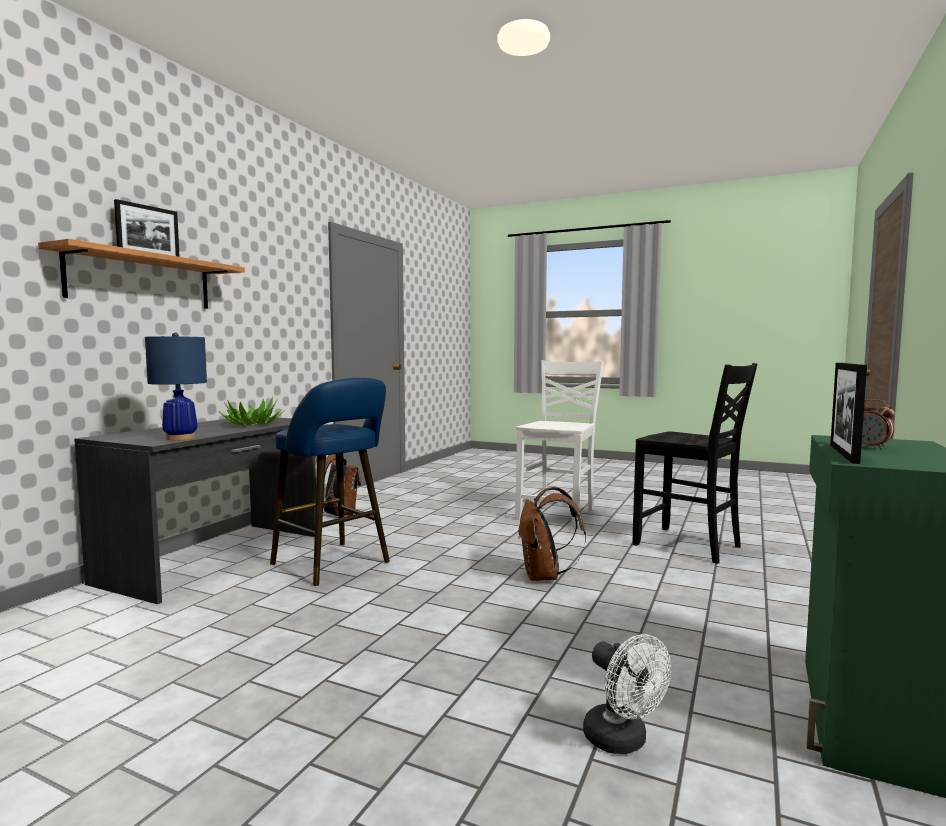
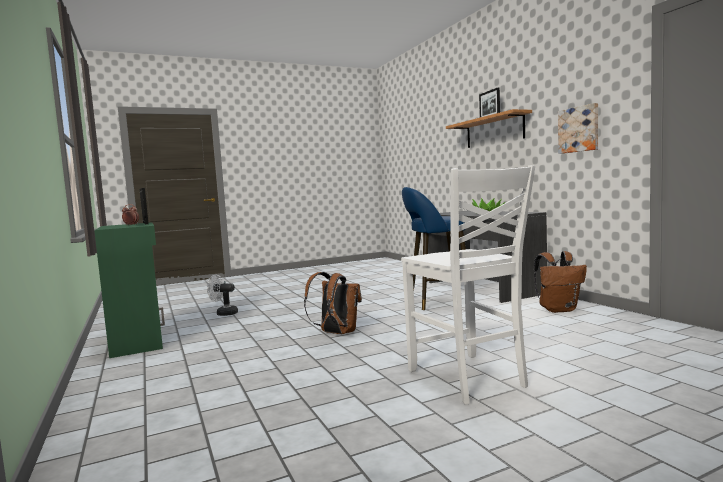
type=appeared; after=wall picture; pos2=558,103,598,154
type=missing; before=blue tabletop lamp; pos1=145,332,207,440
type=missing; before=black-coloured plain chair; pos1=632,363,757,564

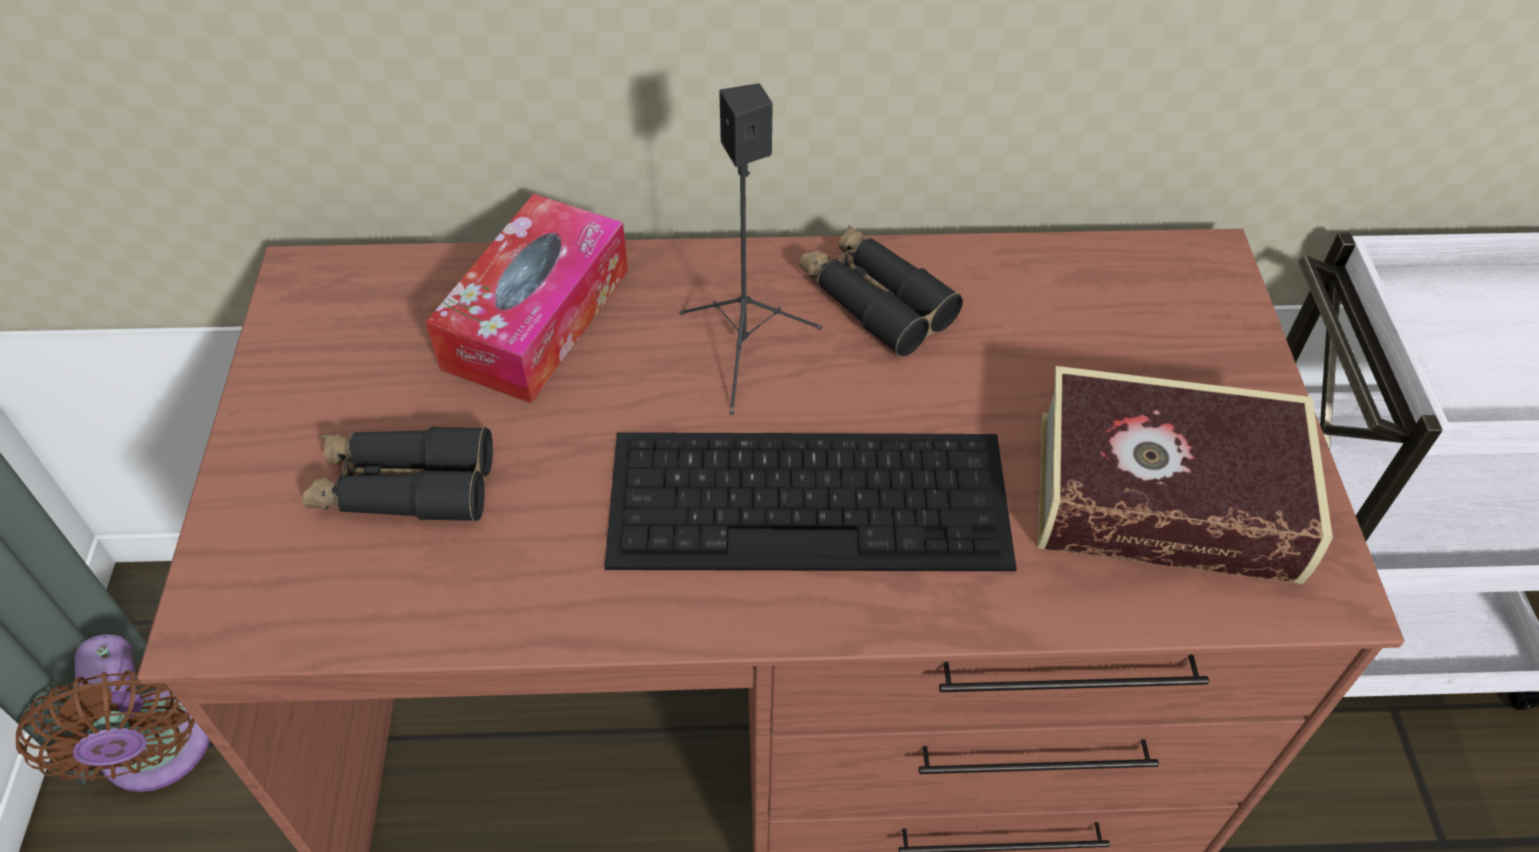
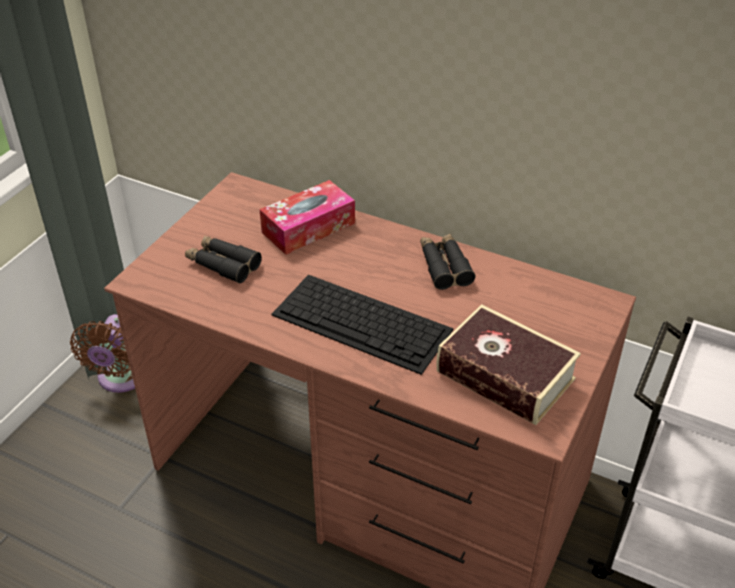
type=missing; before=black-coloured audio speaker; pos1=679,83,822,415

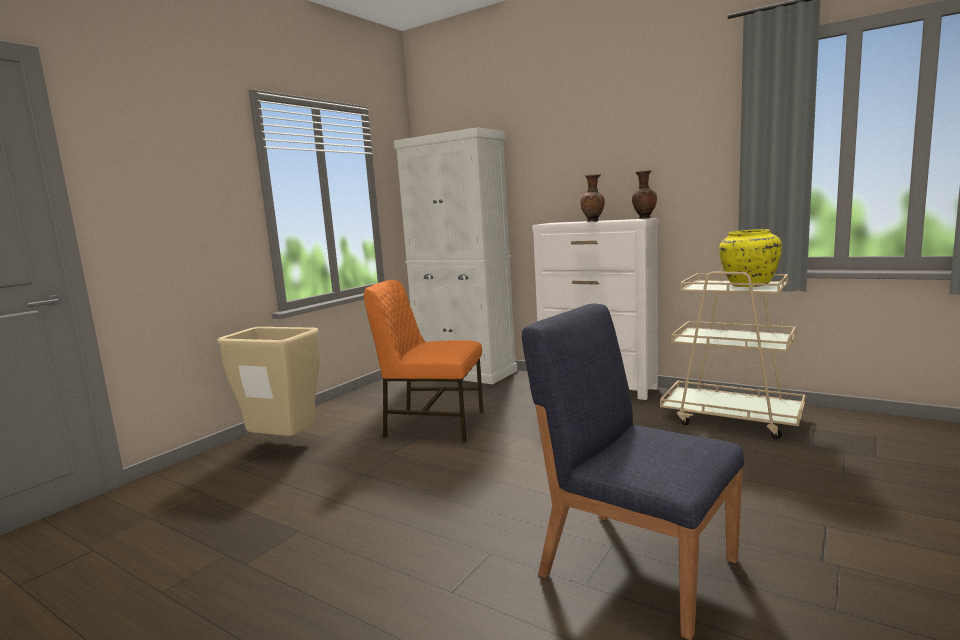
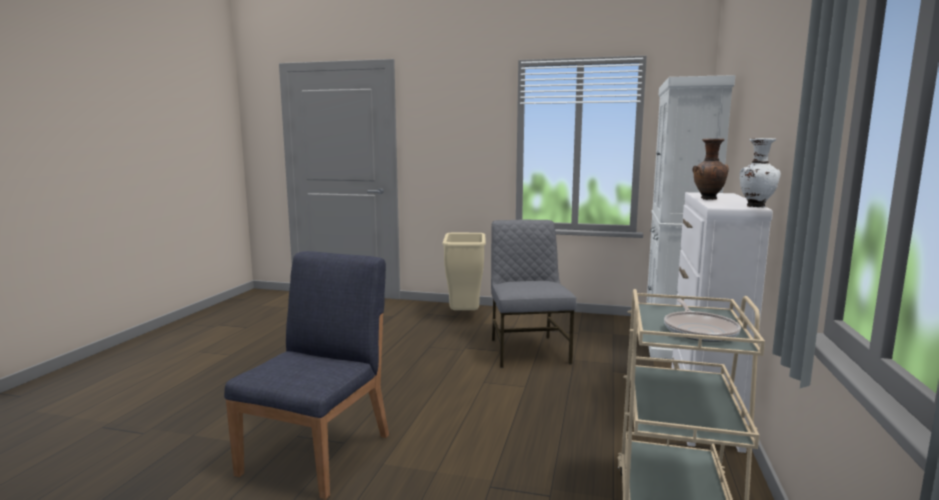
type=colour; before=orange plain chair; after=gray plain chair; pos1=364,280,483,442; pos2=491,220,577,368
type=exchanged; before=yellow flower vase; after=pan; pos1=719,229,782,287; pos2=664,299,741,342
type=colour; before=brown-coloured flower vase; after=white-coloured flower vase; pos1=632,170,657,219; pos2=740,138,781,208

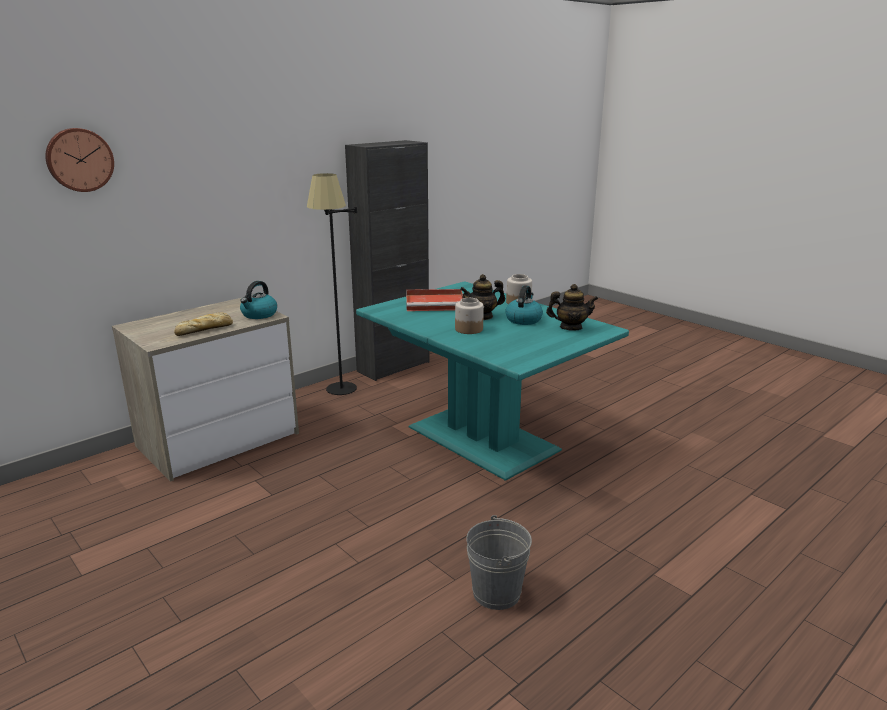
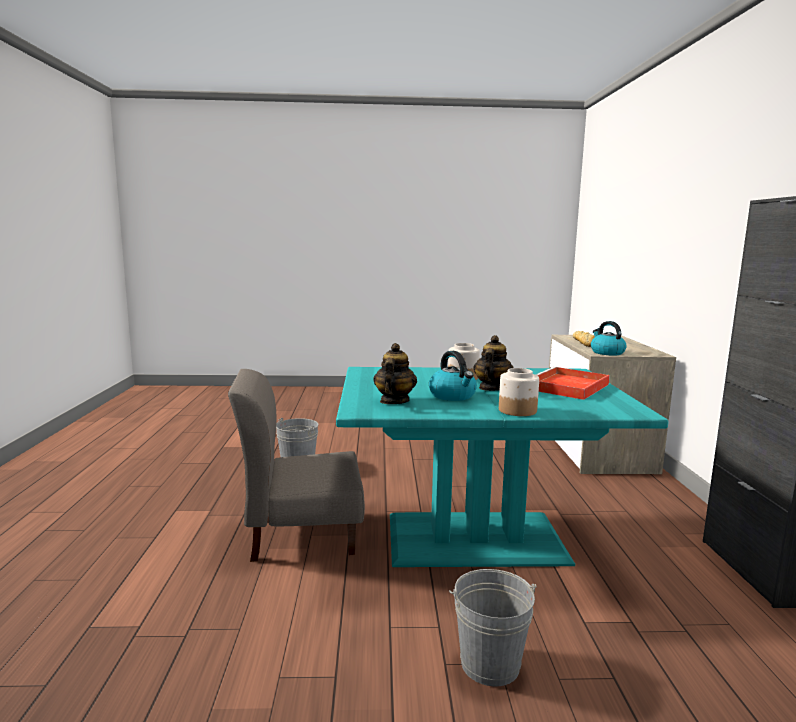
type=appeared; after=gray plain chair; pos2=228,369,365,562
type=spun; before=pot for tea; pos1=546,284,598,331; pos2=373,343,417,404; turn=150
type=appeared; after=gray bucket; pos2=449,569,537,686
type=missing; before=hanging clock; pos1=45,128,114,192
type=missing; before=black-coloured standard lamp; pos1=307,173,357,395

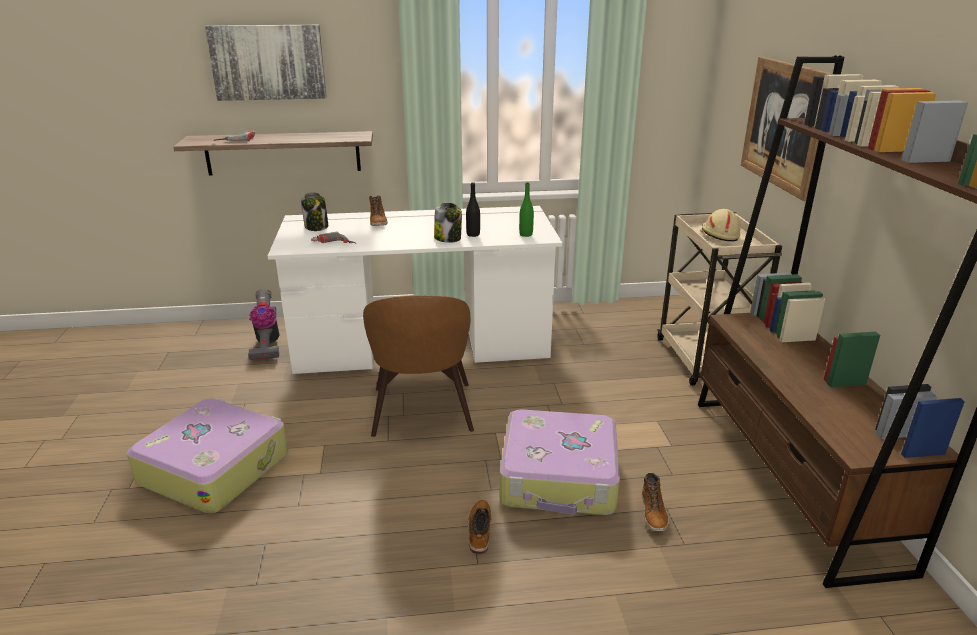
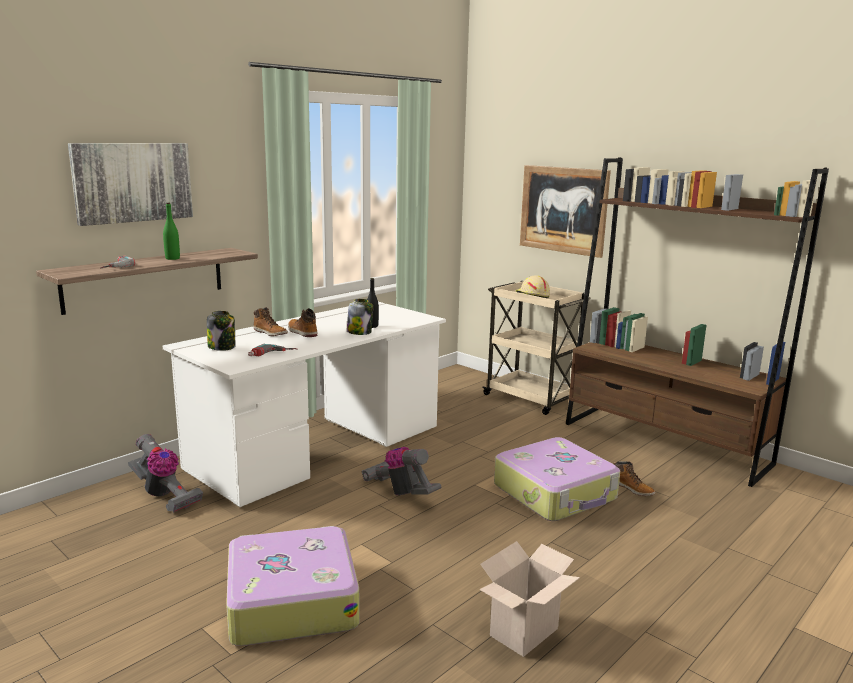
type=relocated; before=green-coloured beverage bottle; pos1=519,182,534,237; pos2=163,203,180,260
type=relocated; before=tall boot; pos1=468,500,492,554; pos2=288,308,317,337
type=exchanged; before=brown-coloured plain chair; after=vacuum cleaner; pos1=363,295,474,437; pos2=362,447,441,495
type=appeared; after=packing box; pos2=479,541,580,657

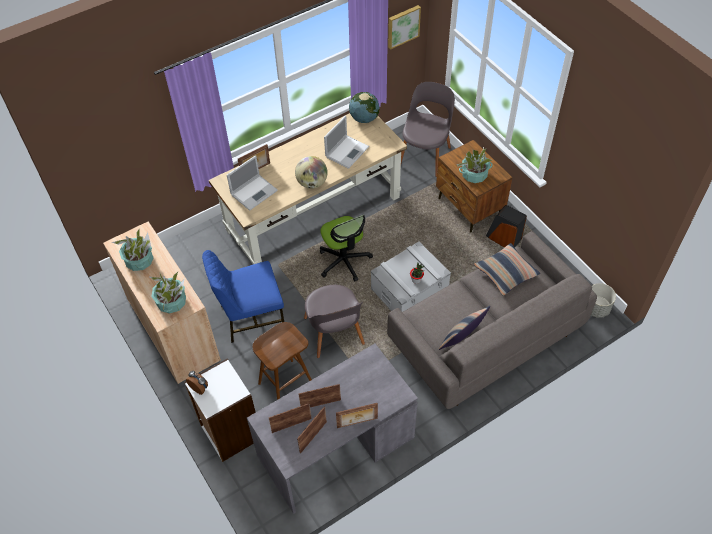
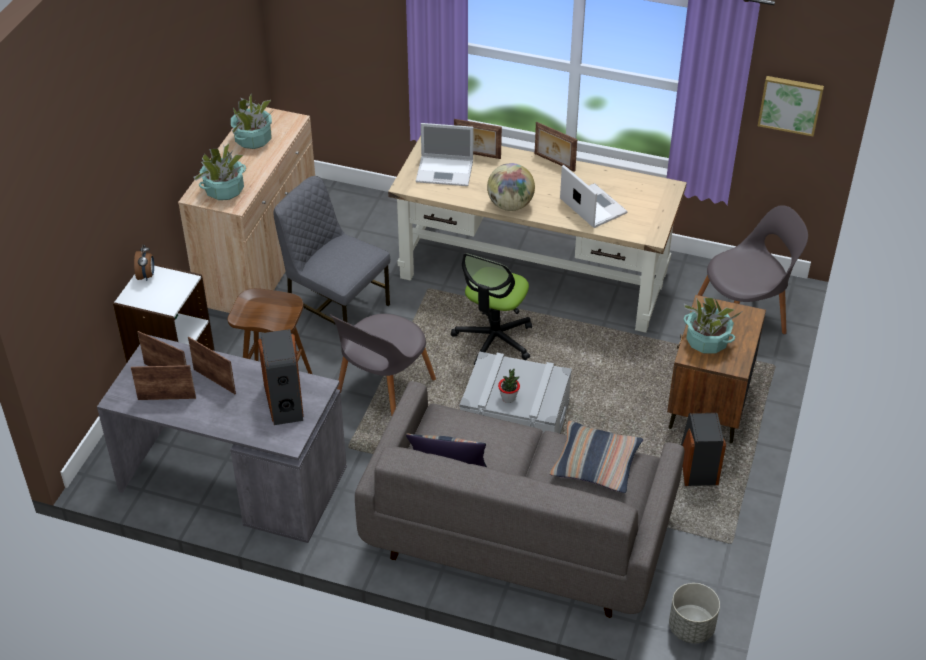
type=appeared; after=audio speaker; pos2=258,329,304,425
type=colour; before=blue plain chair; after=gray plain chair; pos1=202,250,284,343; pos2=273,176,390,325
type=relocated; before=picture frame; pos1=336,403,378,428; pos2=535,122,577,172
type=spun; before=laptop; pos1=324,115,369,169; pos2=560,165,628,228; turn=-120
type=missing; before=globe; pos1=349,92,380,123

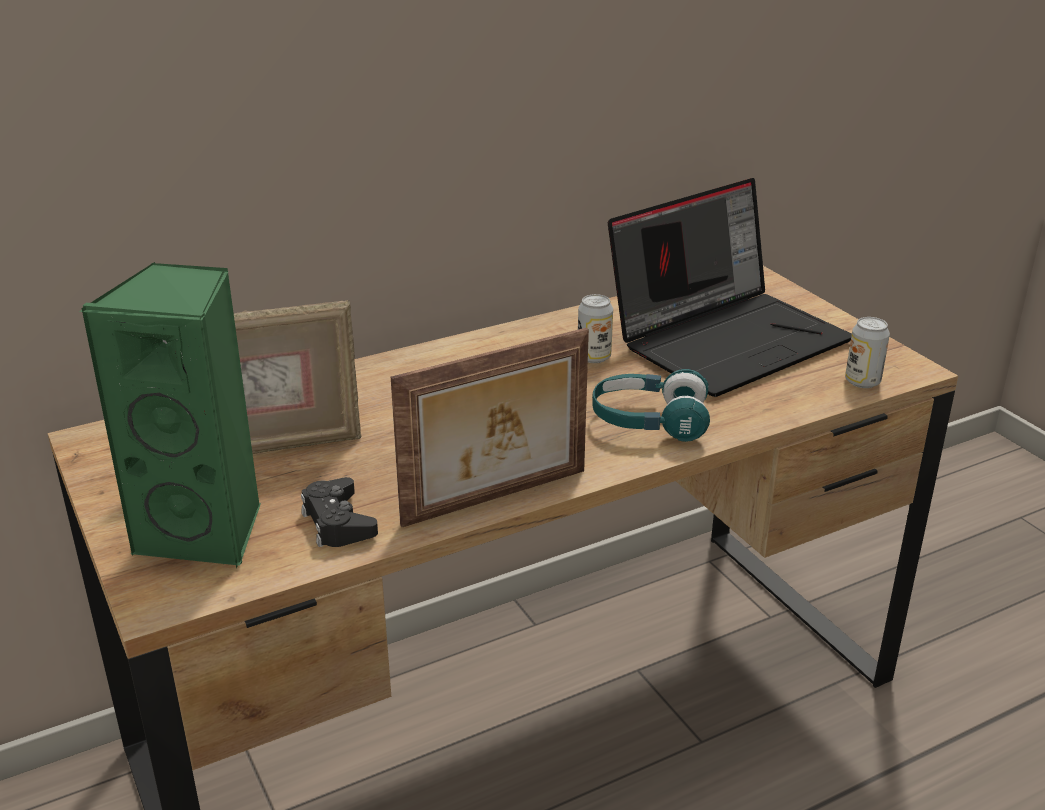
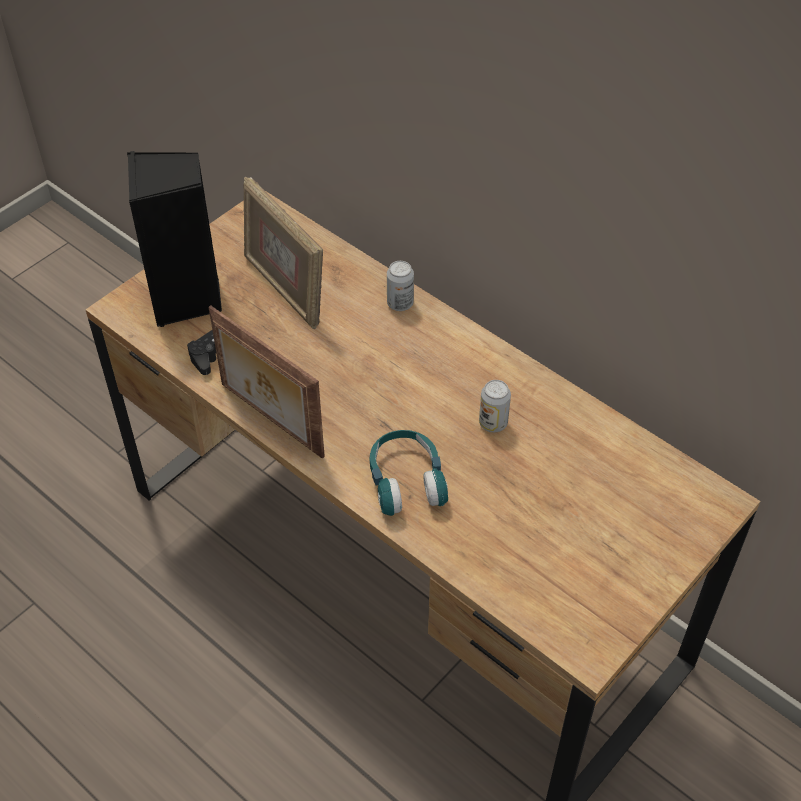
type=colour; before=green-coloured audio speaker; after=black-coloured audio speaker; pos1=79,262,261,569; pos2=127,151,222,327
type=relocated; before=metal can; pos1=845,317,890,388; pos2=387,261,414,311
type=missing; before=laptop; pos1=608,178,852,397

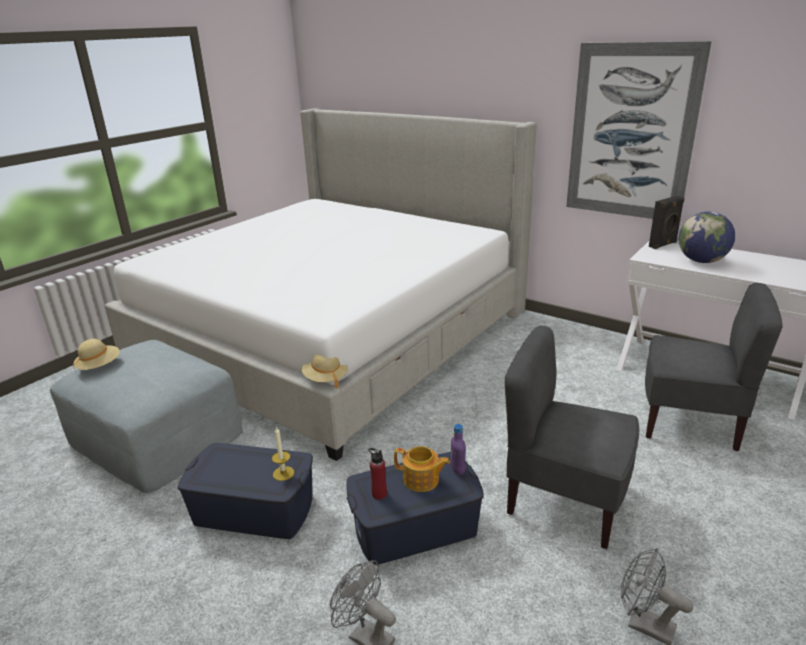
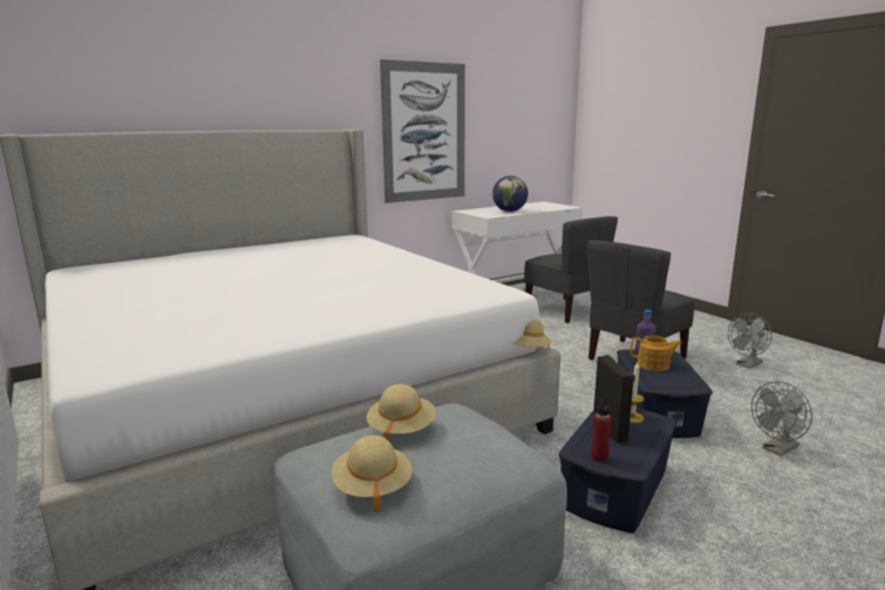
type=appeared; after=beige-coloured hat; pos2=367,384,436,443
type=spun; before=gray plain chair; pos1=645,283,783,451; pos2=524,216,618,323; turn=105
type=relocated; before=red-coloured beverage bottle; pos1=369,448,387,500; pos2=591,397,612,462
type=relocated; before=black-coloured audio speaker; pos1=649,196,684,249; pos2=593,355,635,443
type=spun; before=pot for tea; pos1=394,446,450,492; pos2=630,336,682,371; turn=60

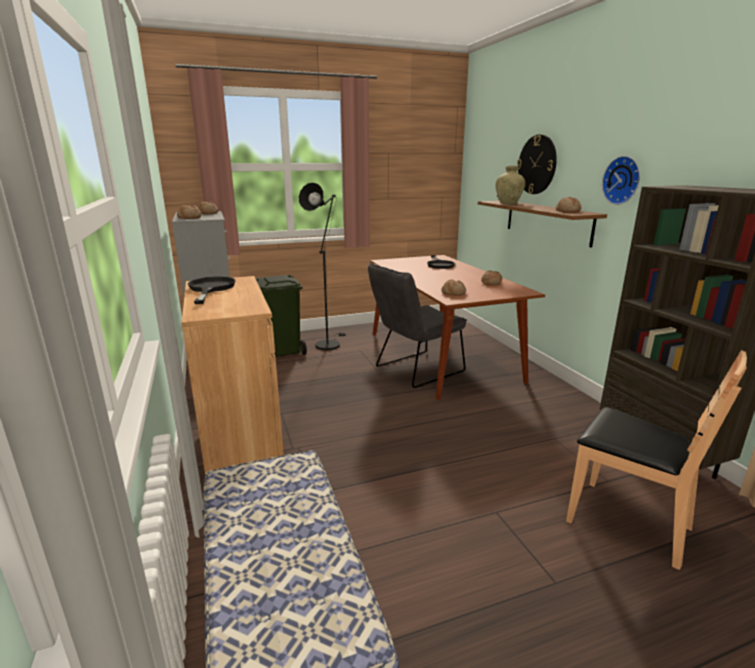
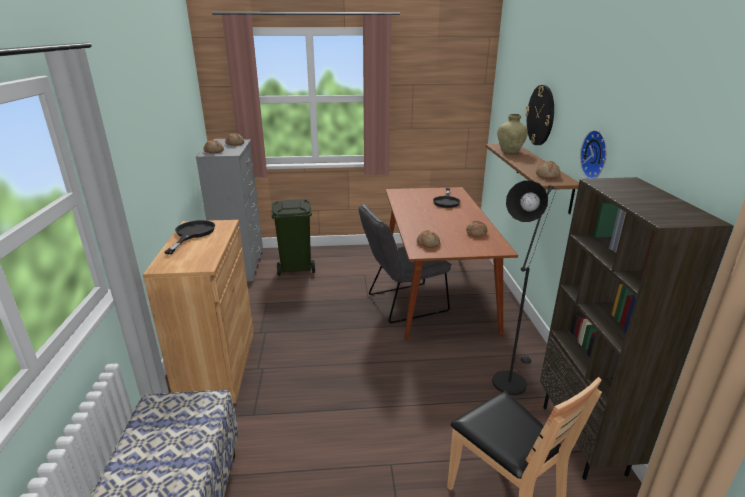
type=relocated; before=black-coloured standard lamp; pos1=299,183,346,350; pos2=492,180,556,395

